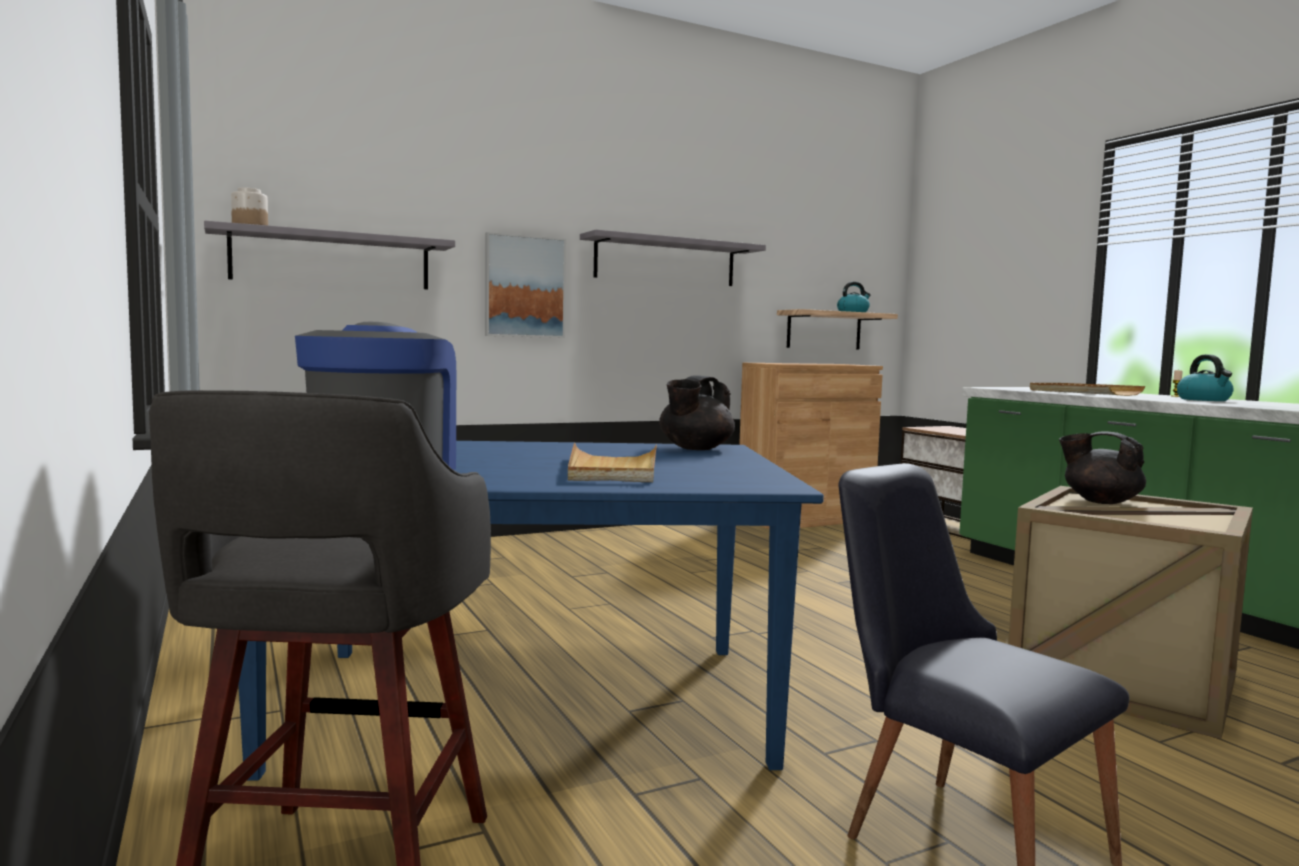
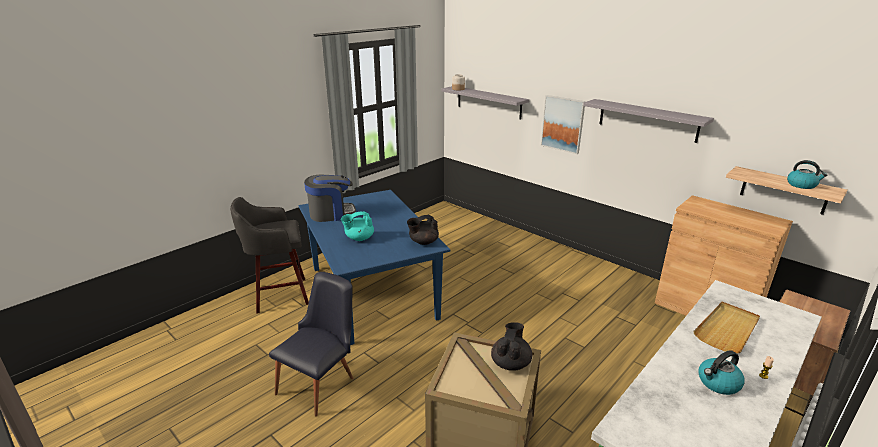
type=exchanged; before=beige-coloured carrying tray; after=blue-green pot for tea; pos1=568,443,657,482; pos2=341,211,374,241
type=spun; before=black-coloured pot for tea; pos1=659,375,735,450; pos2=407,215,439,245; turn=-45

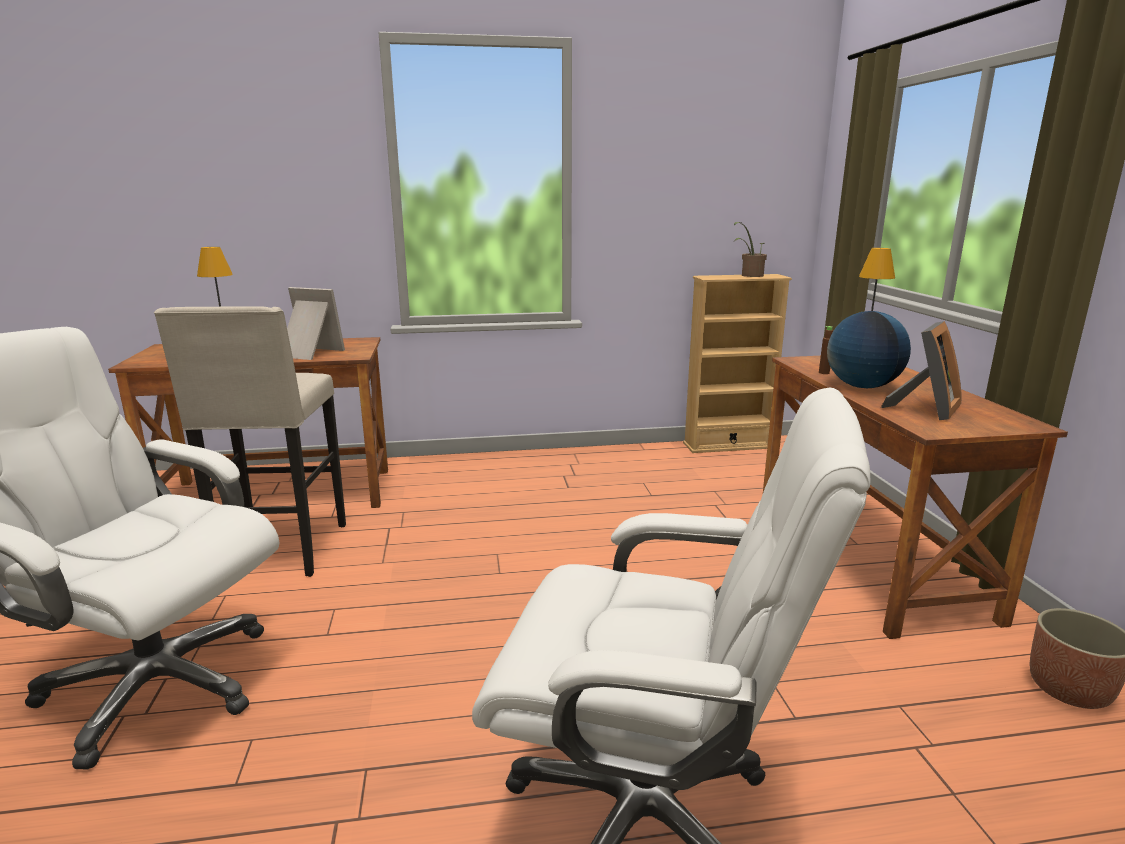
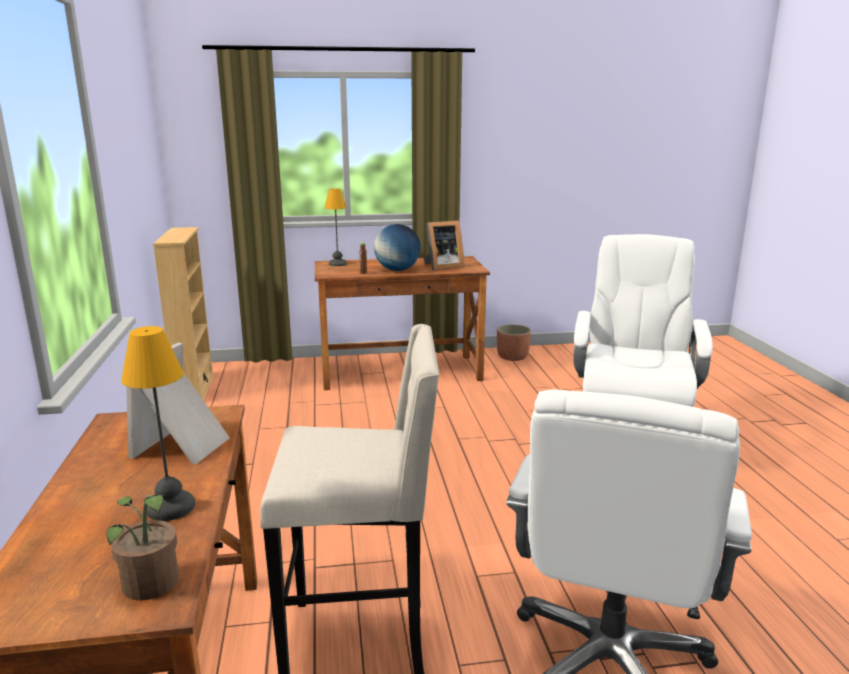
type=relocated; before=plant in a pot; pos1=734,222,767,277; pos2=107,495,179,601
type=spun; before=picture frame; pos1=881,321,962,420; pos2=423,220,464,270; turn=120

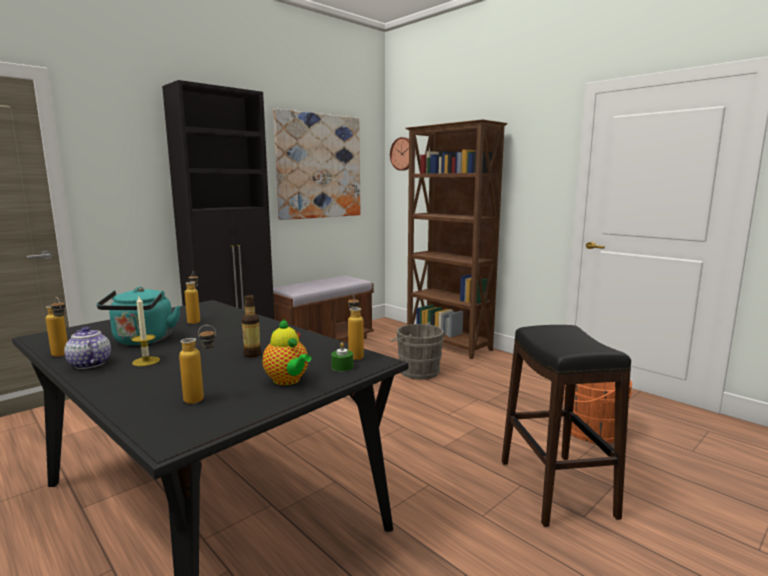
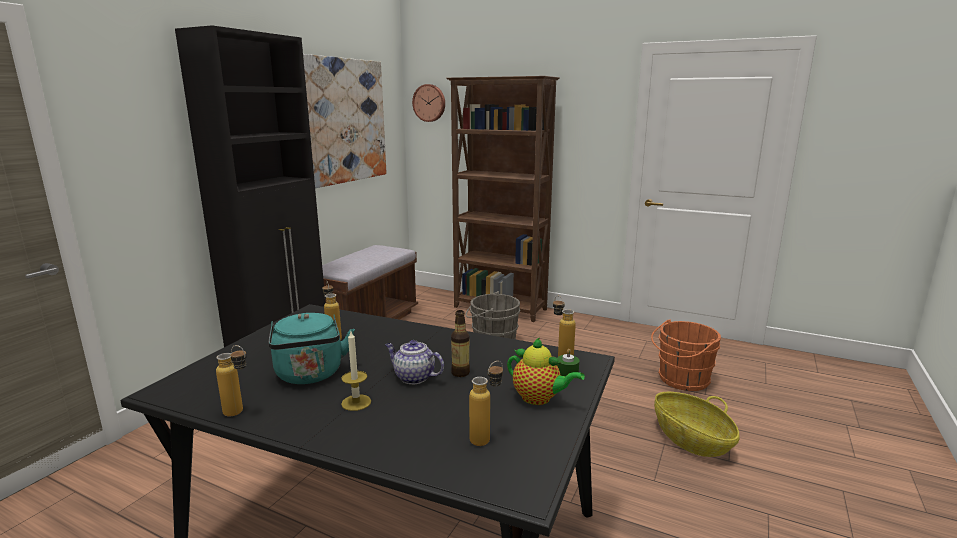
type=relocated; before=pot for tea; pos1=64,327,111,369; pos2=385,340,444,384
type=exchanged; before=black-coloured stool seat; after=storage basket; pos1=501,325,631,527; pos2=654,392,740,457

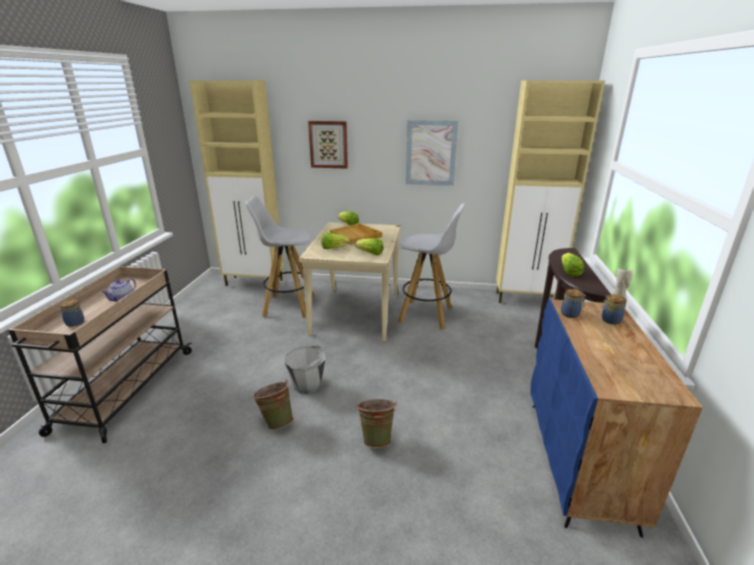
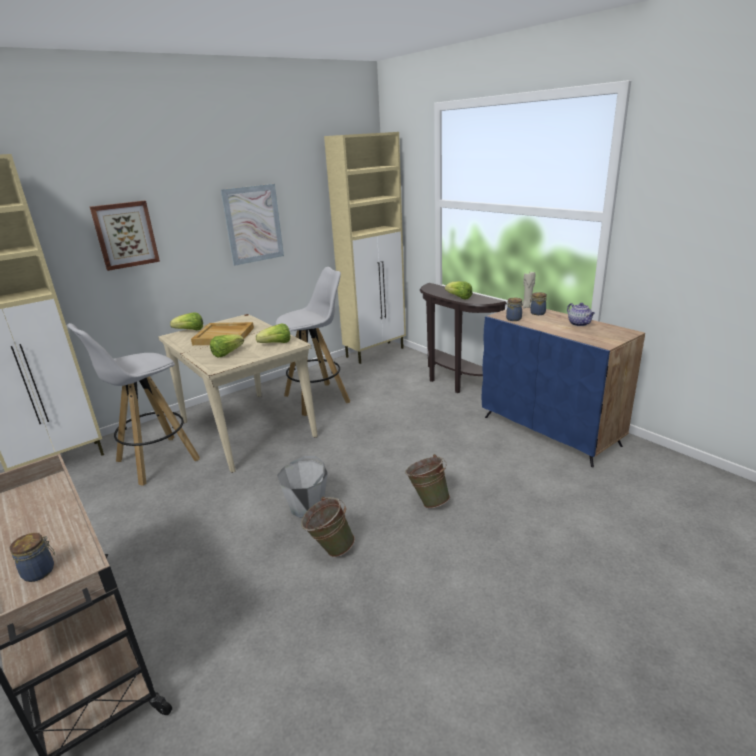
type=relocated; before=pot for tea; pos1=102,278,136,302; pos2=567,303,595,326

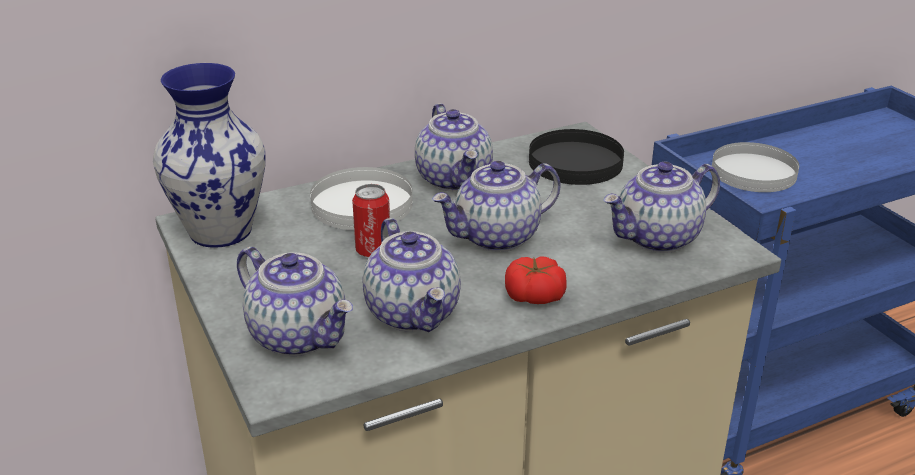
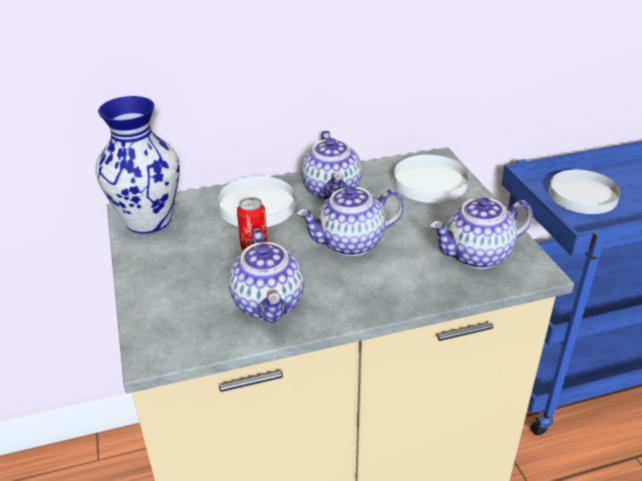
type=colour; before=black-coloured dinner plate; after=white-coloured dinner plate; pos1=529,129,624,185; pos2=393,155,468,203
type=missing; before=pot for tea; pos1=237,247,353,356
type=missing; before=tomato; pos1=505,256,567,304

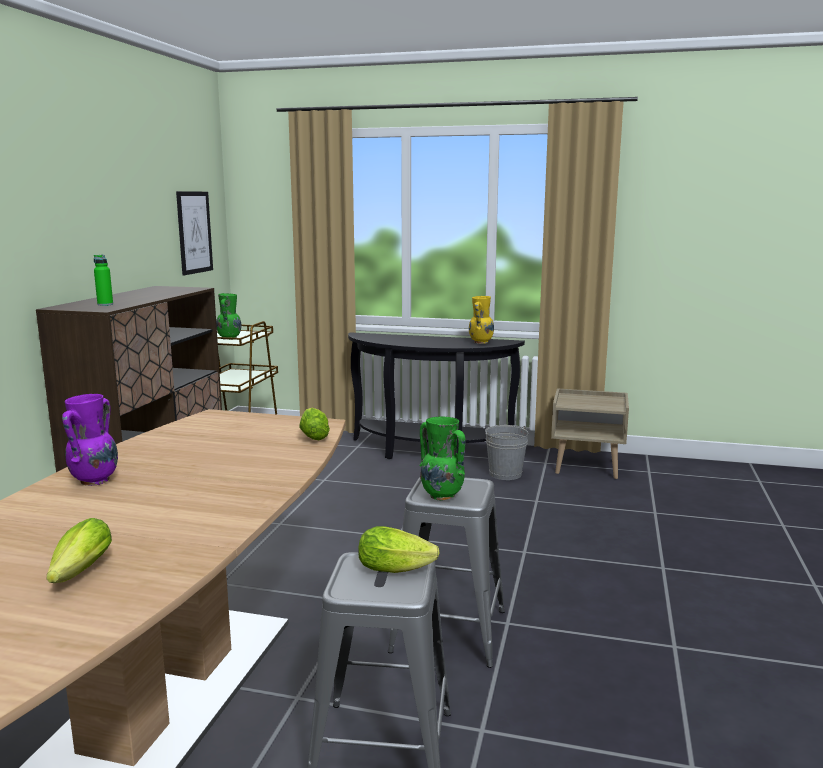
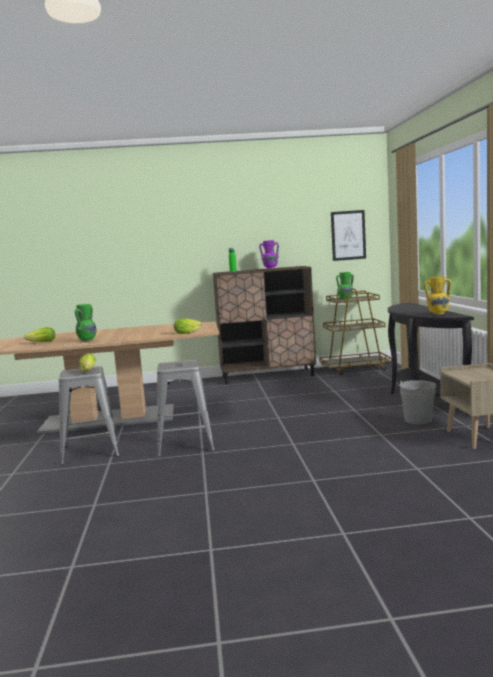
type=relocated; before=green-coloured flower vase; pos1=419,416,466,501; pos2=75,304,97,341
type=relocated; before=purplish flower vase; pos1=62,394,118,486; pos2=259,240,279,269

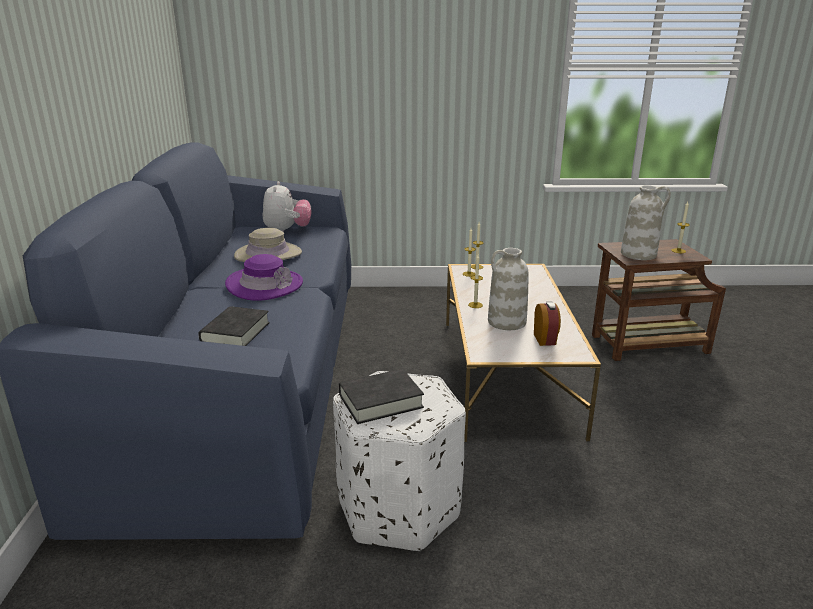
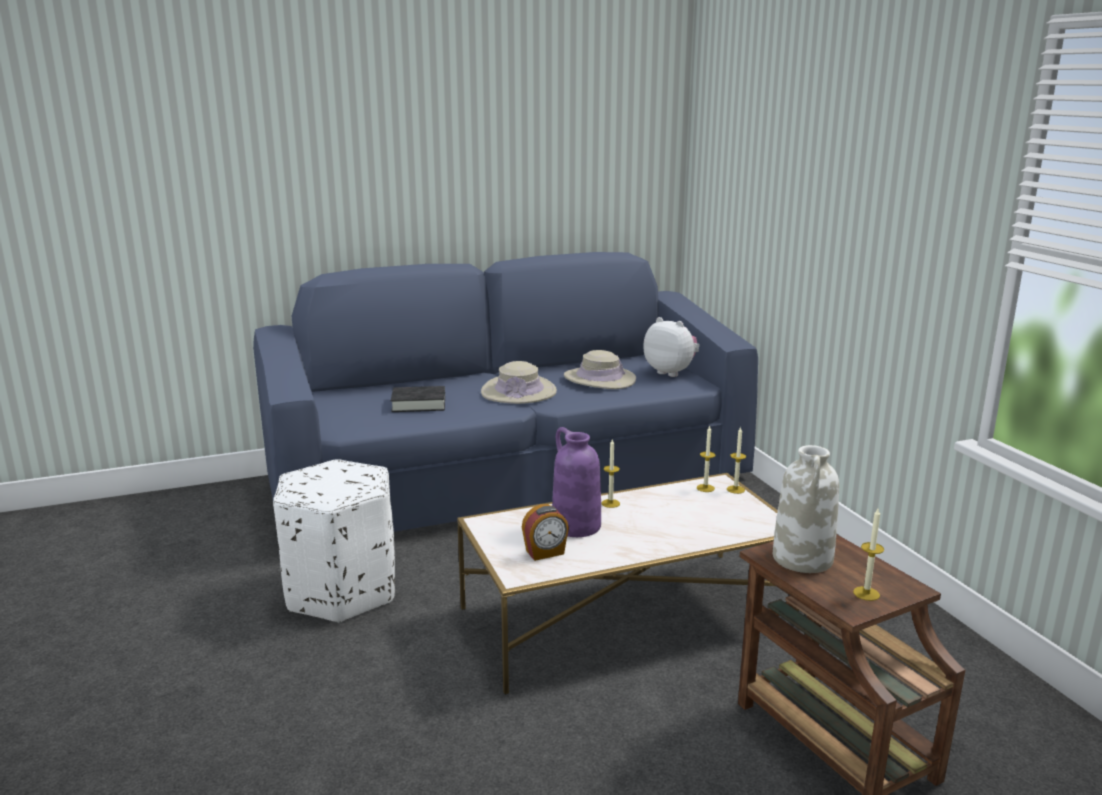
type=colour; before=purplish hat; after=beige-coloured hat; pos1=225,254,303,301; pos2=481,361,557,404
type=colour; before=white-coloured flower vase; after=purplish flower vase; pos1=488,248,529,330; pos2=552,427,601,537
type=spun; before=plush toy; pos1=263,181,311,232; pos2=644,317,700,377; turn=-120
type=missing; before=black-coloured book; pos1=339,369,424,424

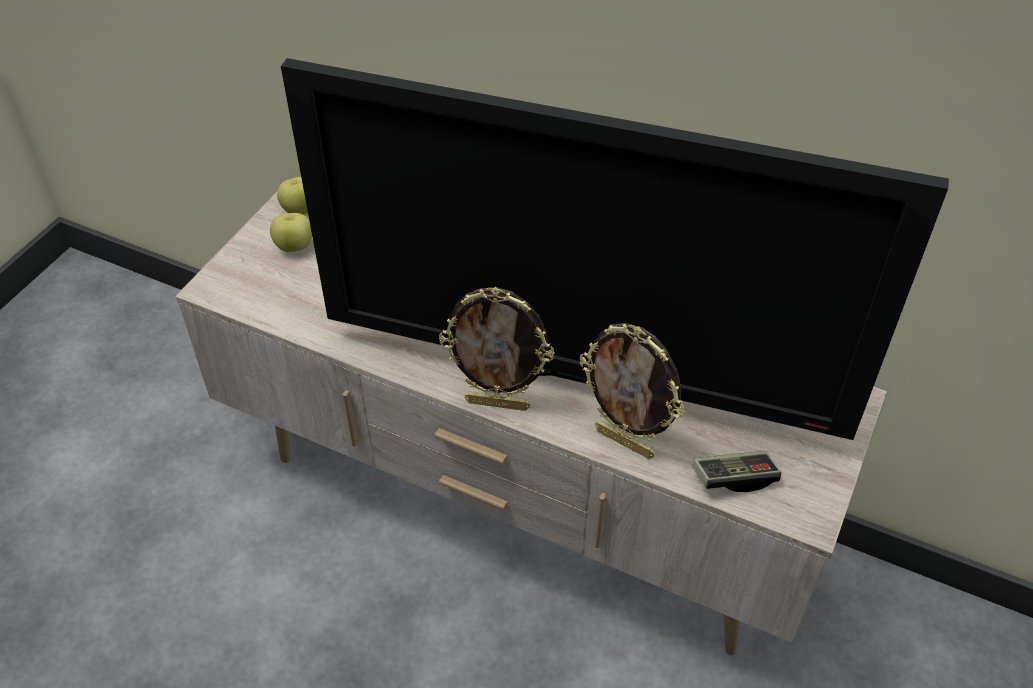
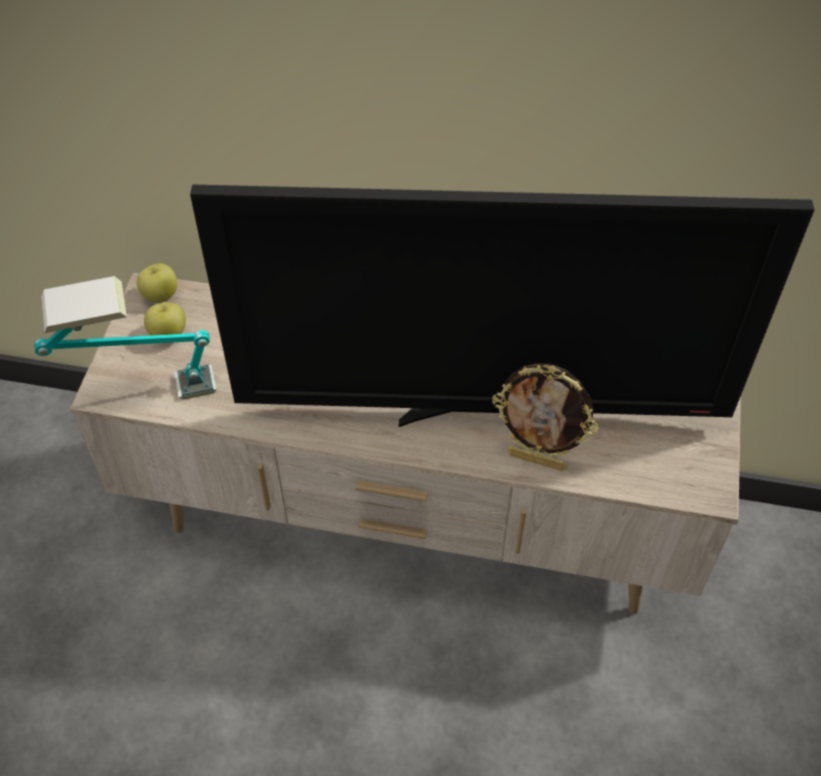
type=appeared; after=tabletop lamp; pos2=34,276,216,400
type=missing; before=picture frame; pos1=439,287,555,411
type=missing; before=joypad; pos1=692,451,782,492

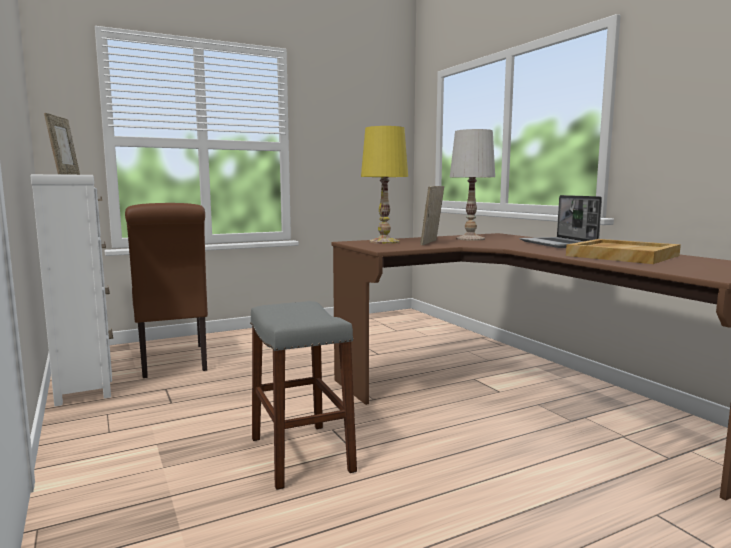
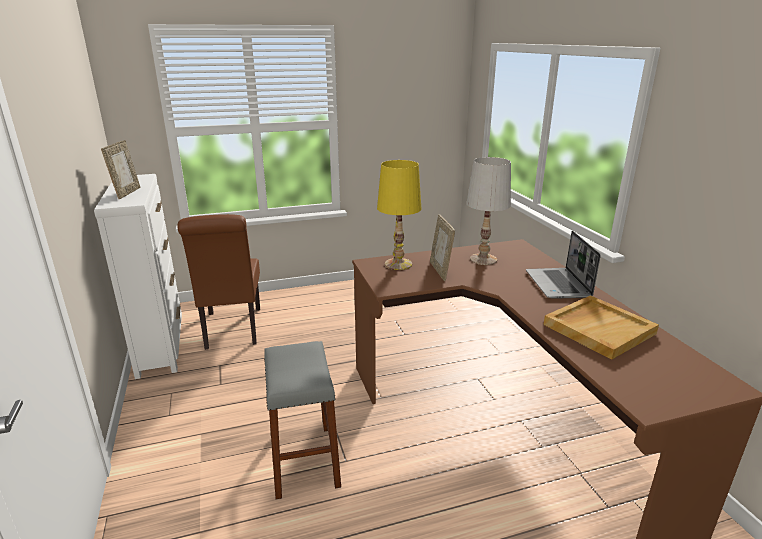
type=spun; before=picture frame; pos1=420,186,444,245; pos2=430,214,455,281; turn=-45

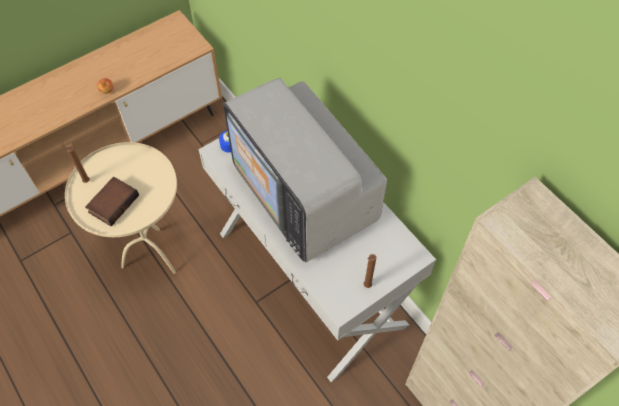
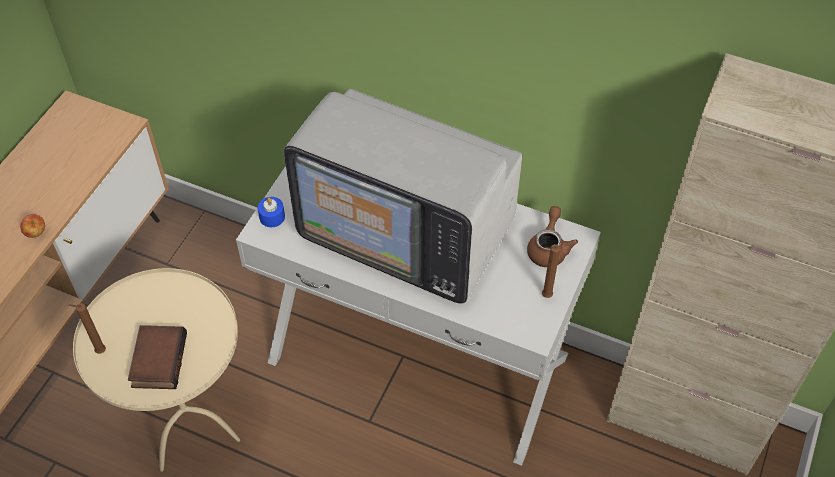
type=appeared; after=brown-coloured pot for tea; pos2=527,206,578,267

